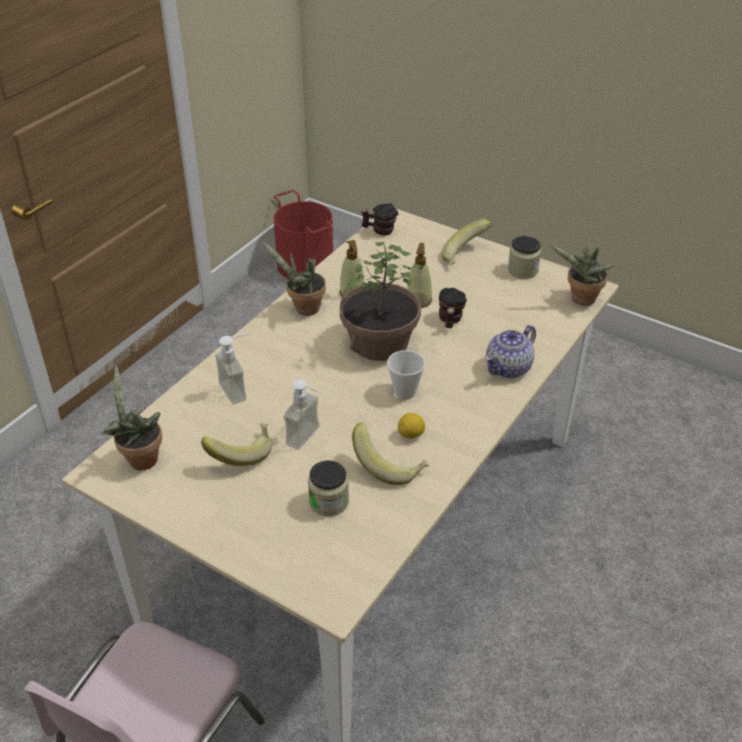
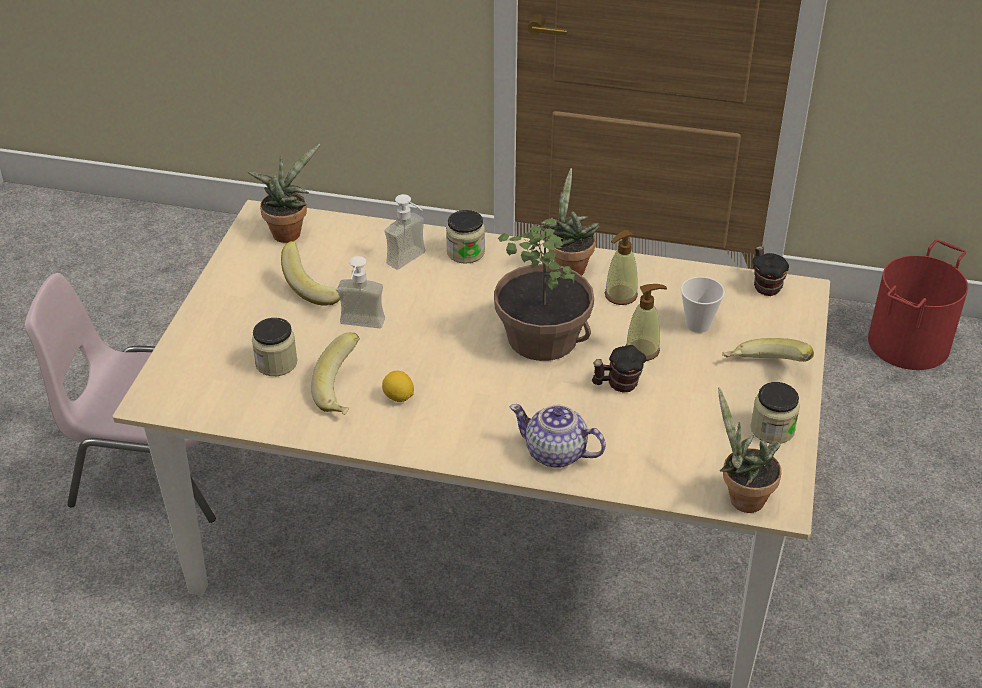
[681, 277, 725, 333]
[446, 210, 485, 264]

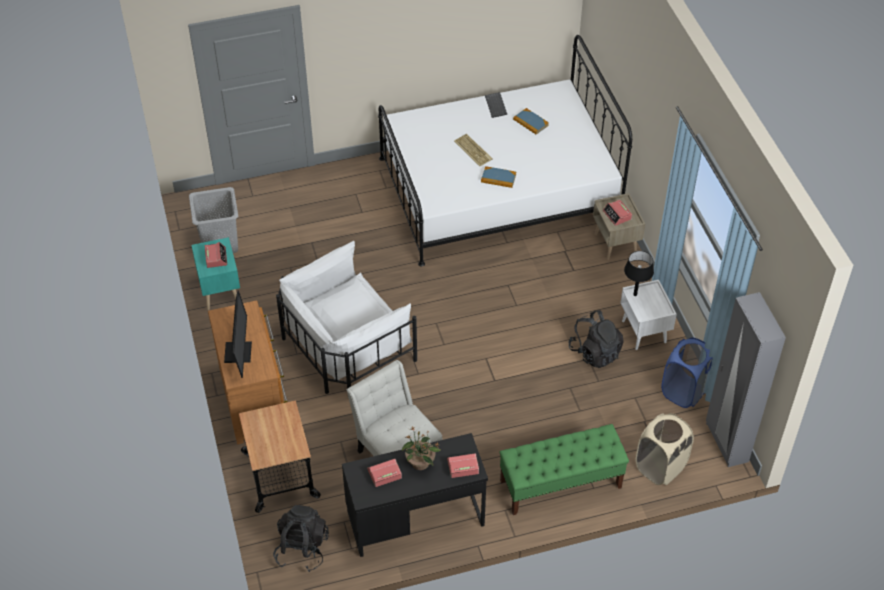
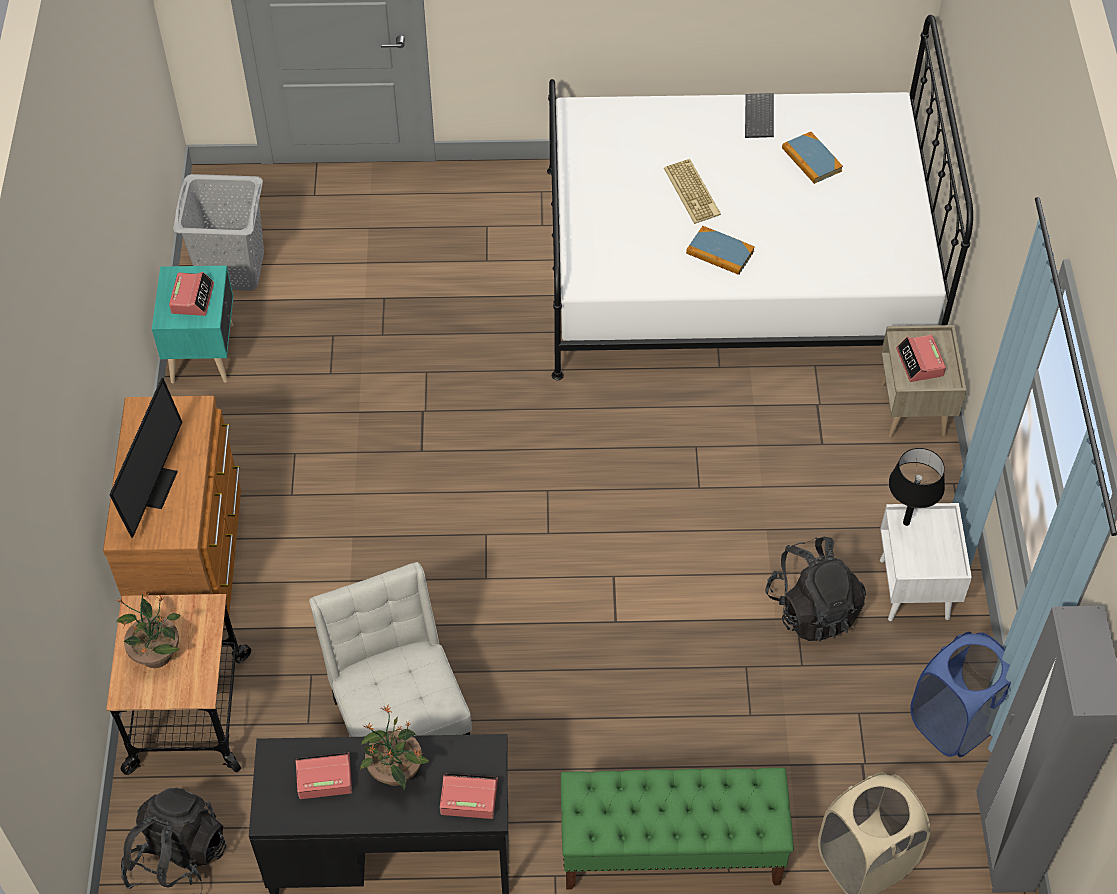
[276, 241, 417, 394] (first image)
[116, 591, 181, 668]

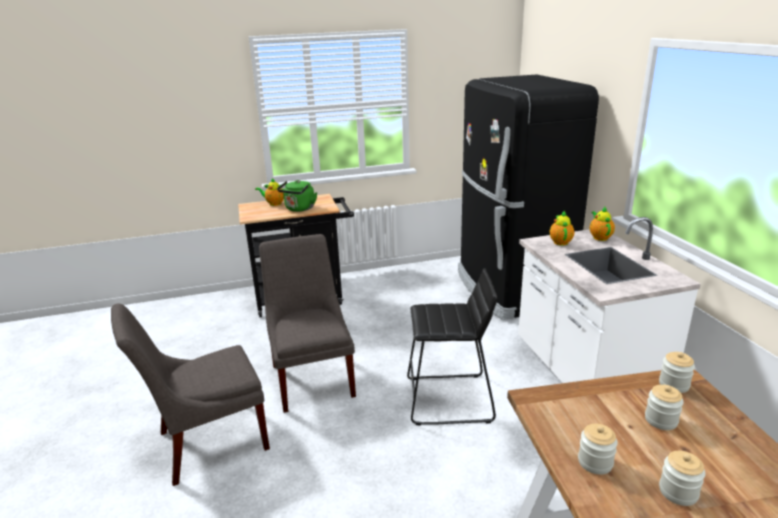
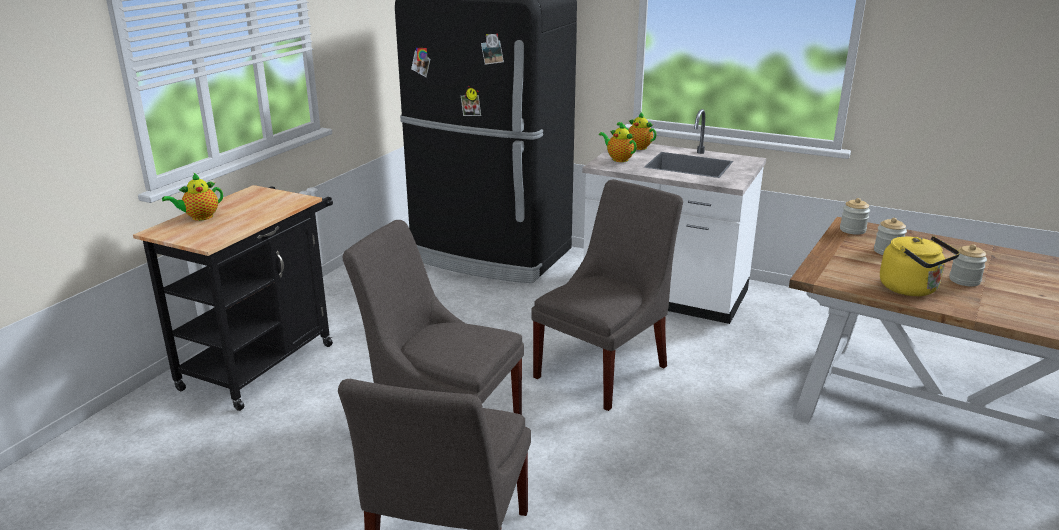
[277, 180, 317, 212] (first image)
[532, 179, 683, 411]
[880, 236, 960, 296]

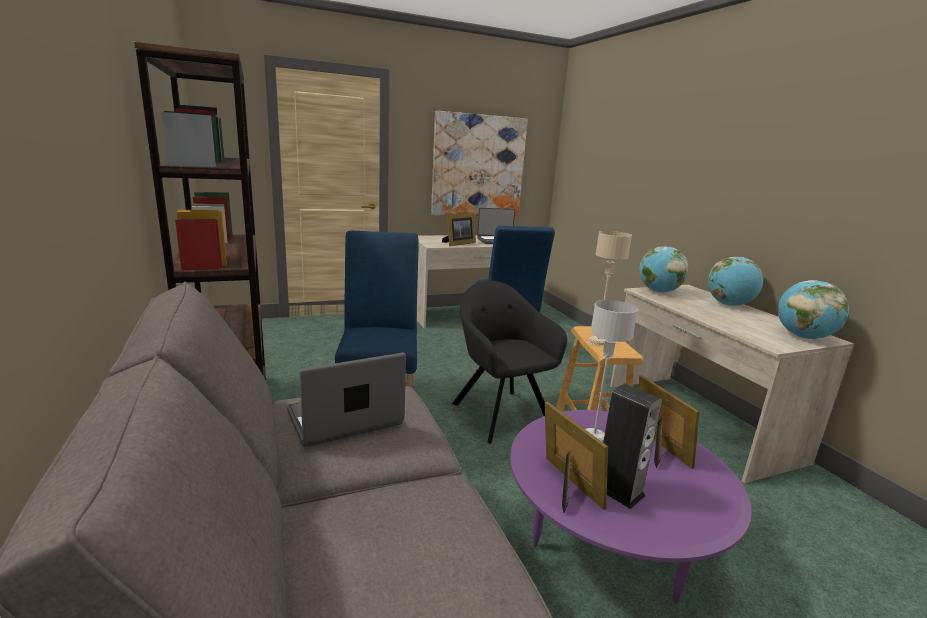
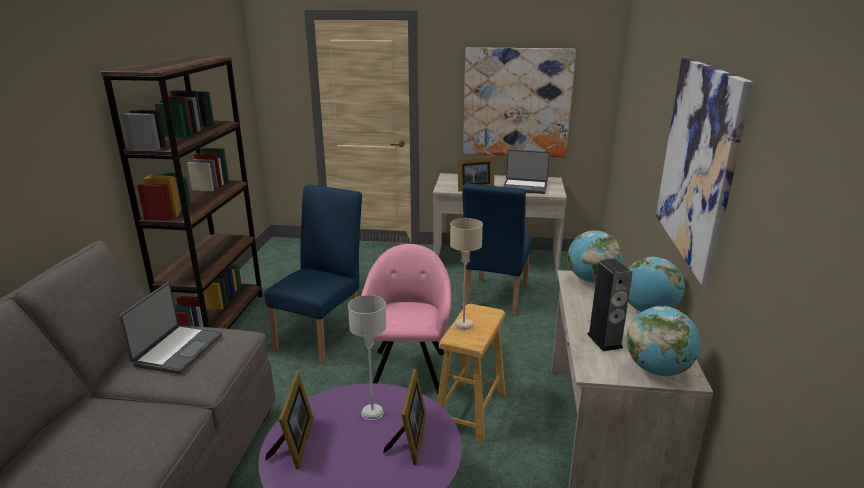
[119, 282, 222, 374]
[361, 244, 451, 395]
[587, 259, 632, 351]
[656, 58, 753, 286]

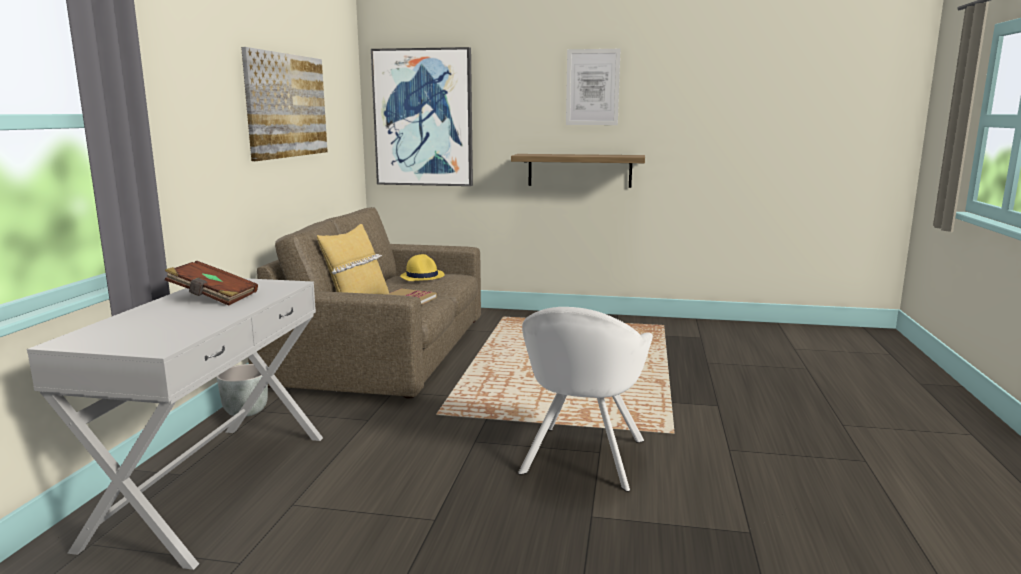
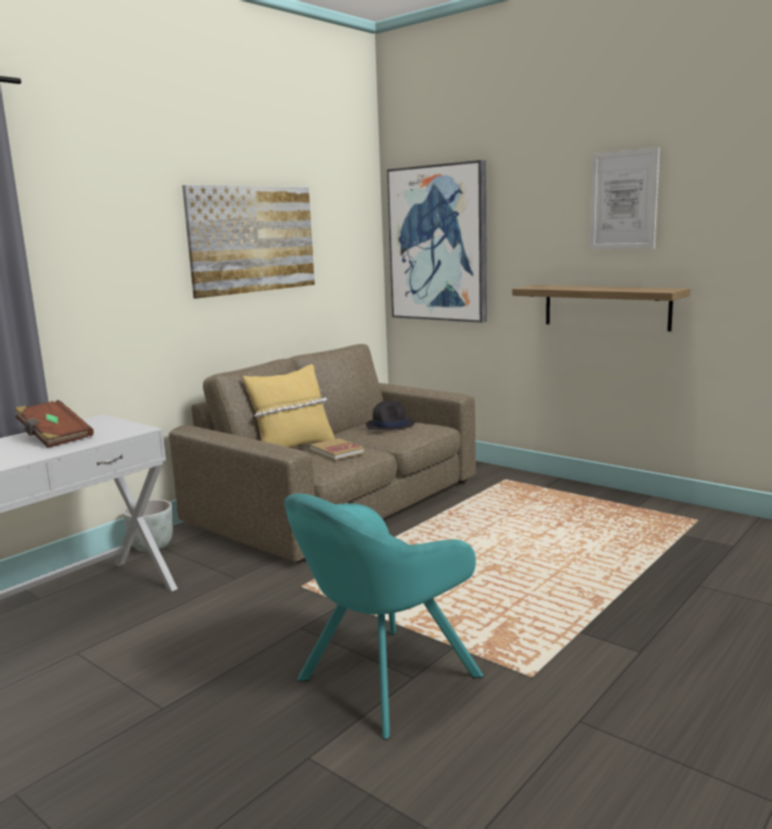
[366, 400, 415, 430]
[285, 493, 484, 740]

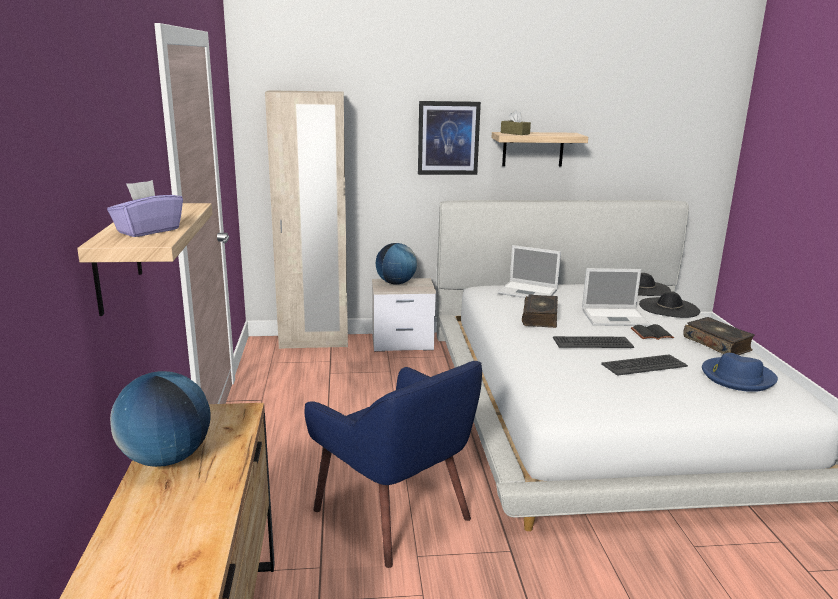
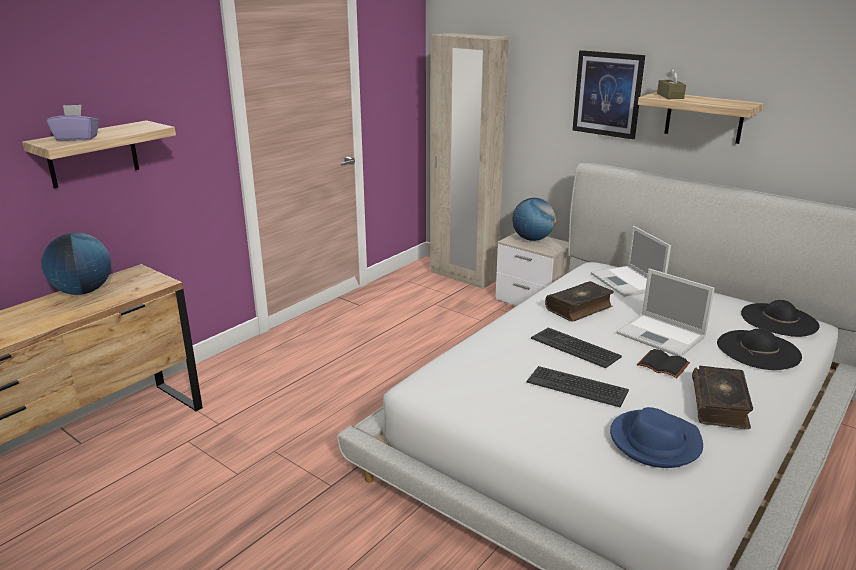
[305, 361, 482, 568] (first image)

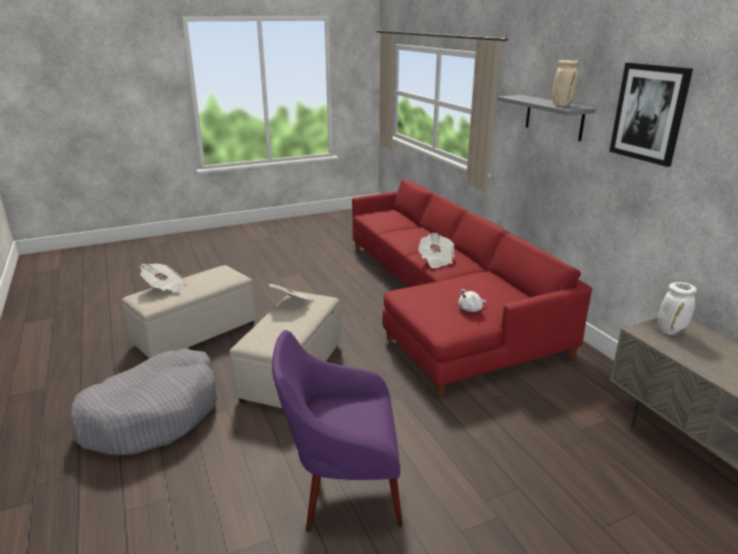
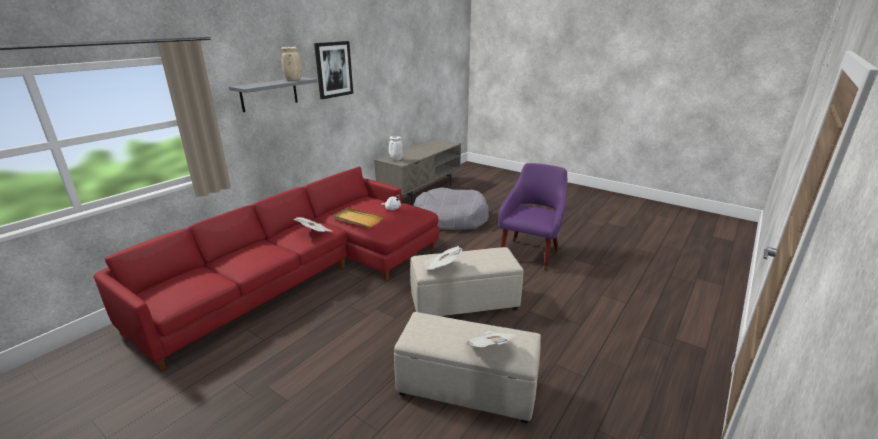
[414, 188, 489, 230]
[499, 163, 567, 271]
[333, 208, 383, 227]

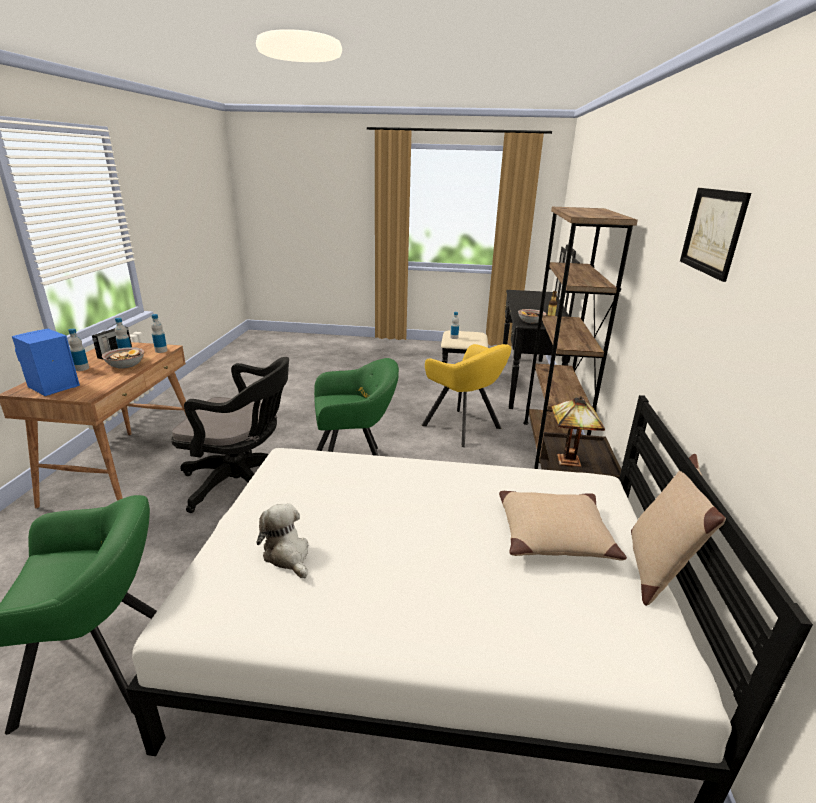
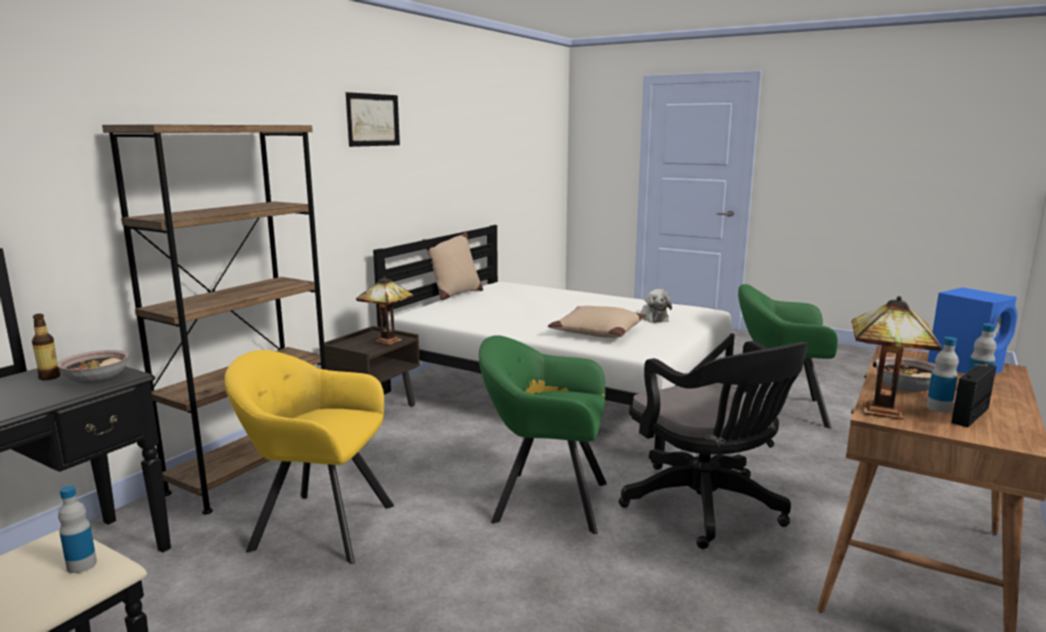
[852, 296, 942, 420]
[619, 341, 808, 549]
[224, 350, 394, 564]
[548, 306, 646, 338]

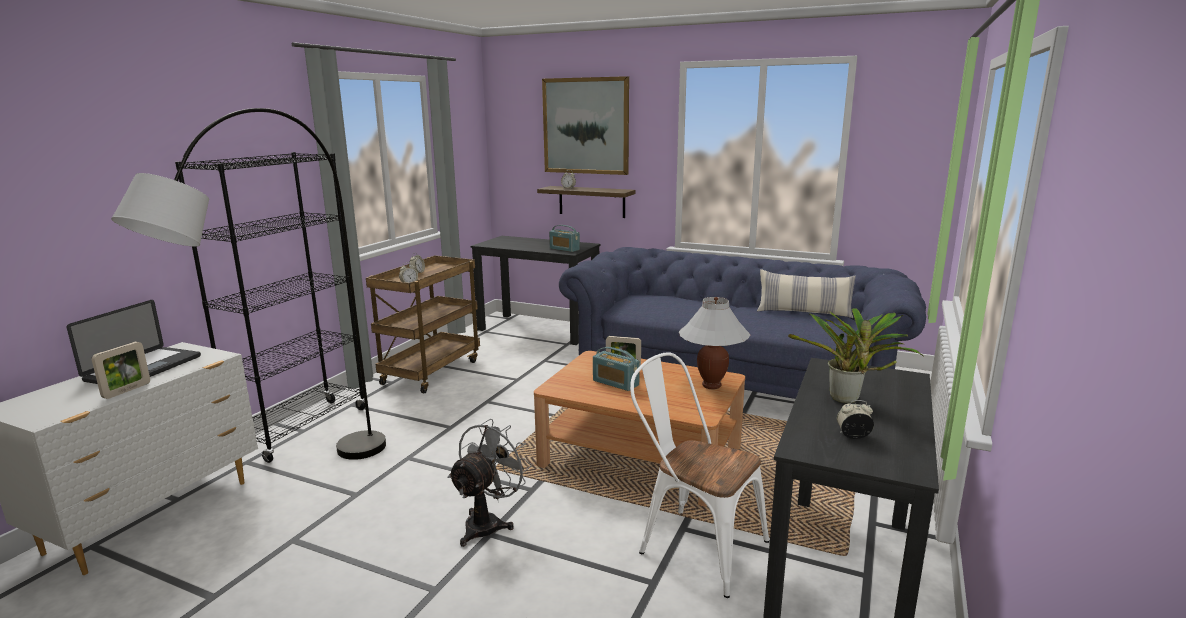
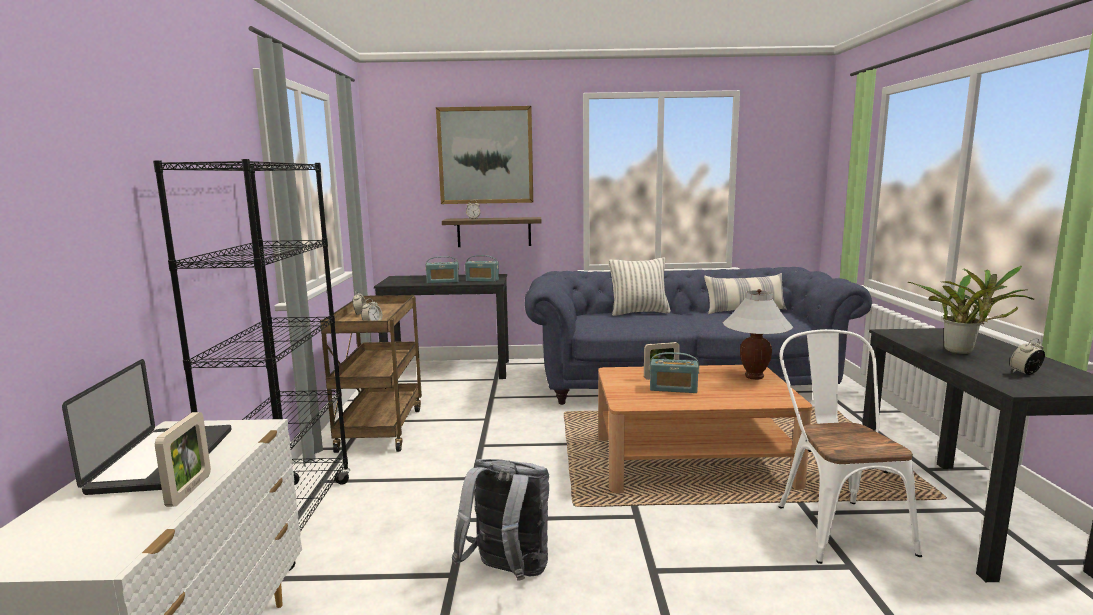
[111, 108, 386, 460] (first image)
[447, 418, 532, 547] (first image)
[779, 329, 922, 564]
[425, 256, 459, 283]
[452, 459, 549, 581]
[609, 257, 671, 316]

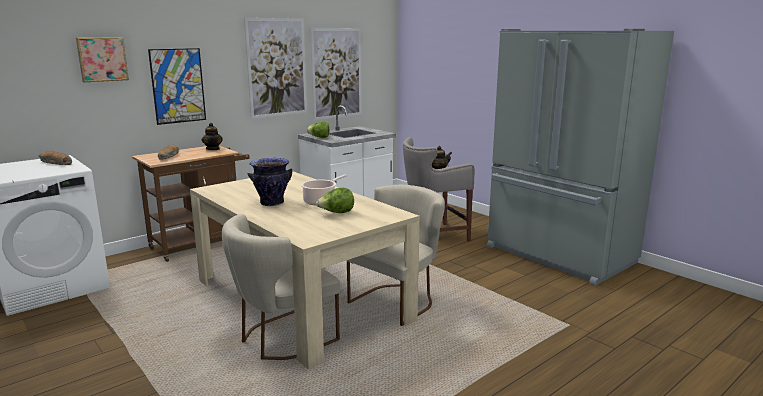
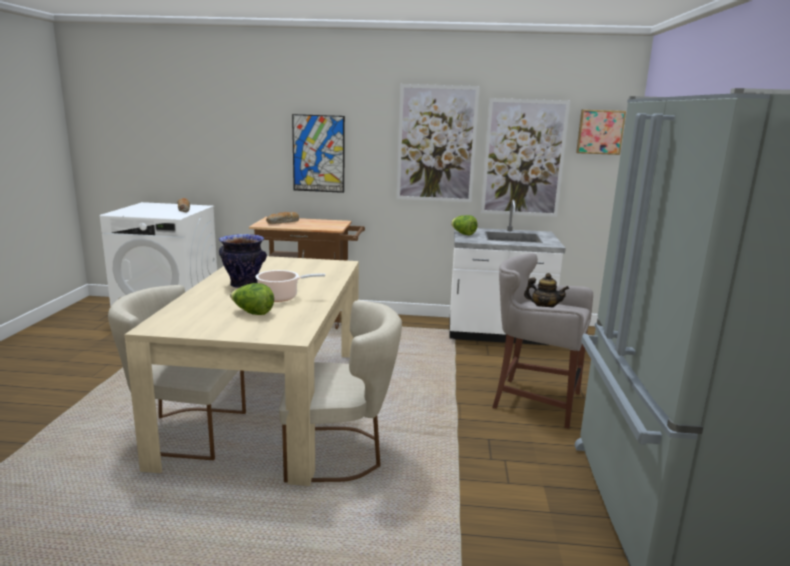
[576, 110, 626, 155]
[202, 123, 223, 150] (first image)

